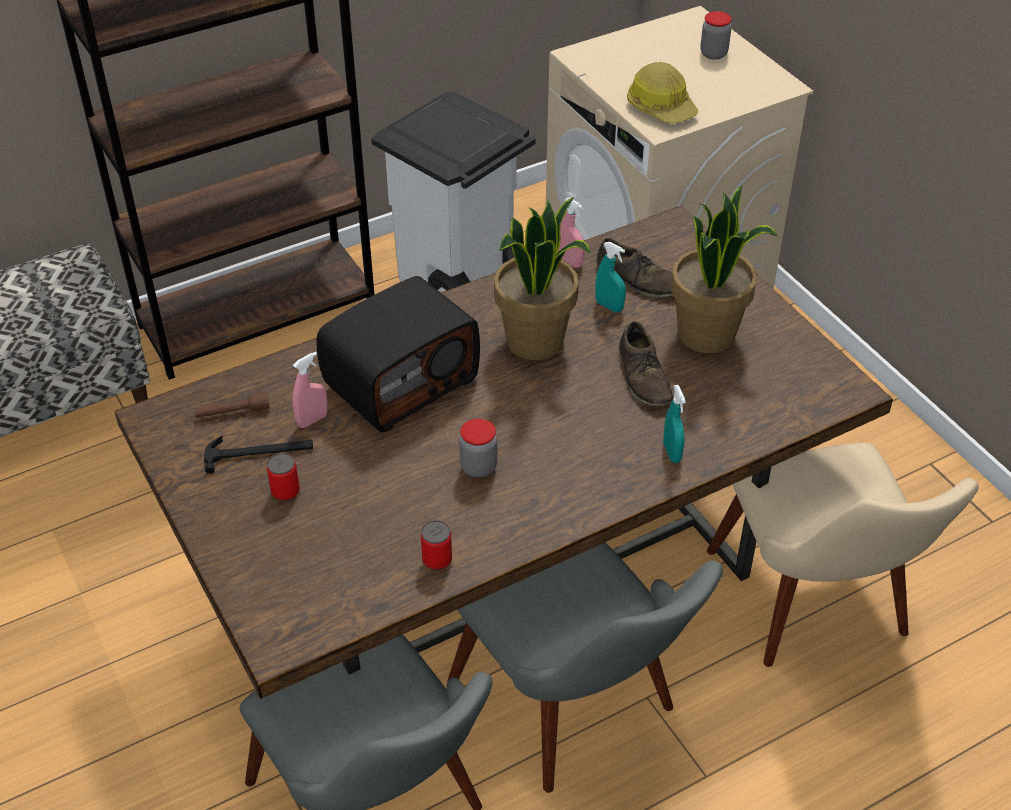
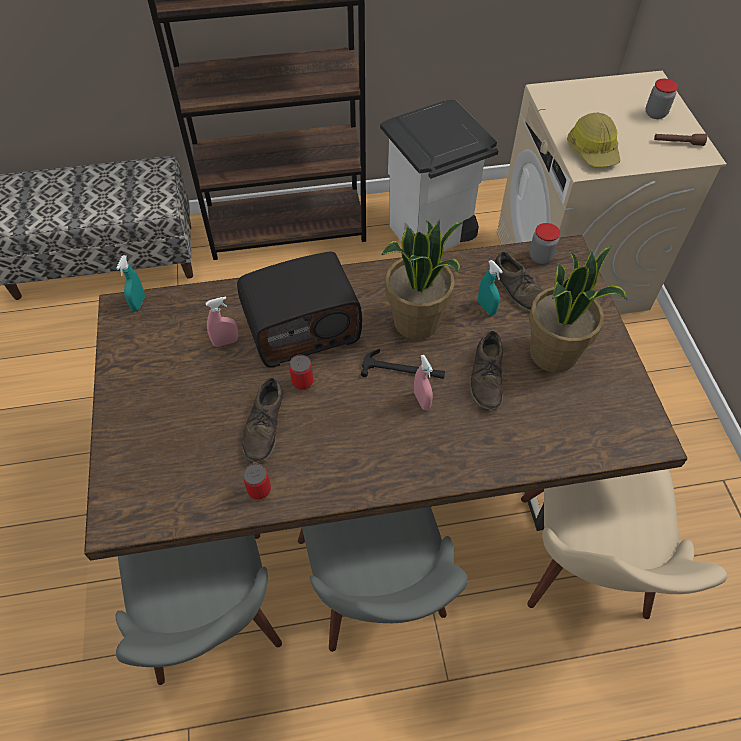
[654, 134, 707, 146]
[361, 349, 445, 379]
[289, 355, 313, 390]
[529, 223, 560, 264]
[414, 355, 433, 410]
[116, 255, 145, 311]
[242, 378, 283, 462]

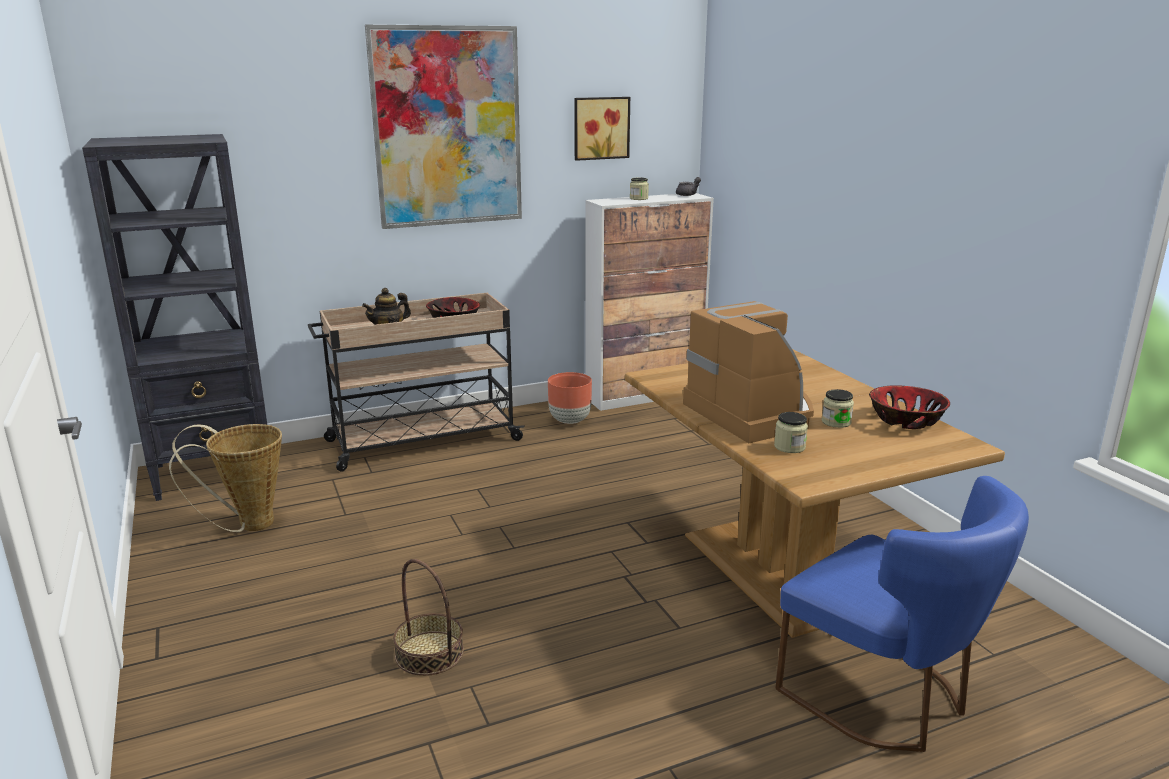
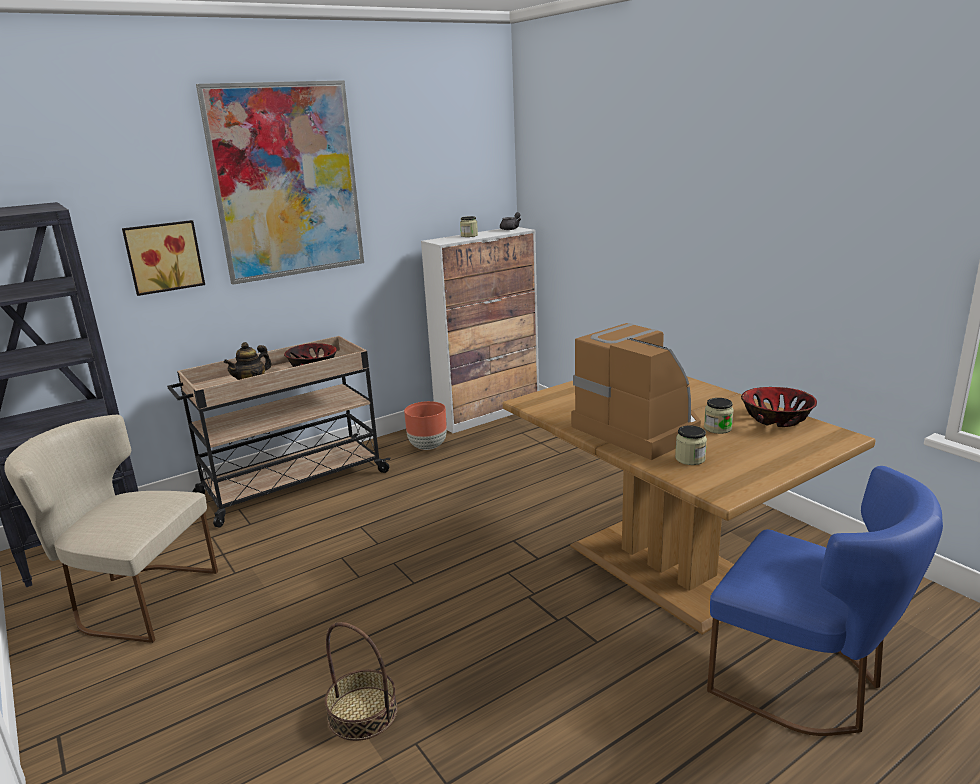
[4, 415, 218, 643]
[122, 220, 205, 296]

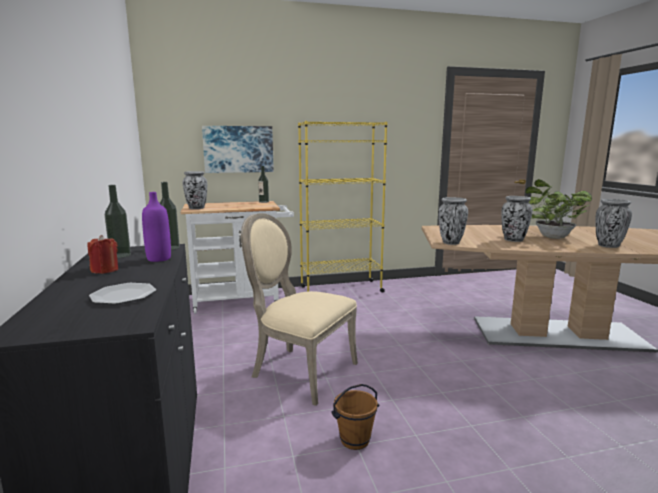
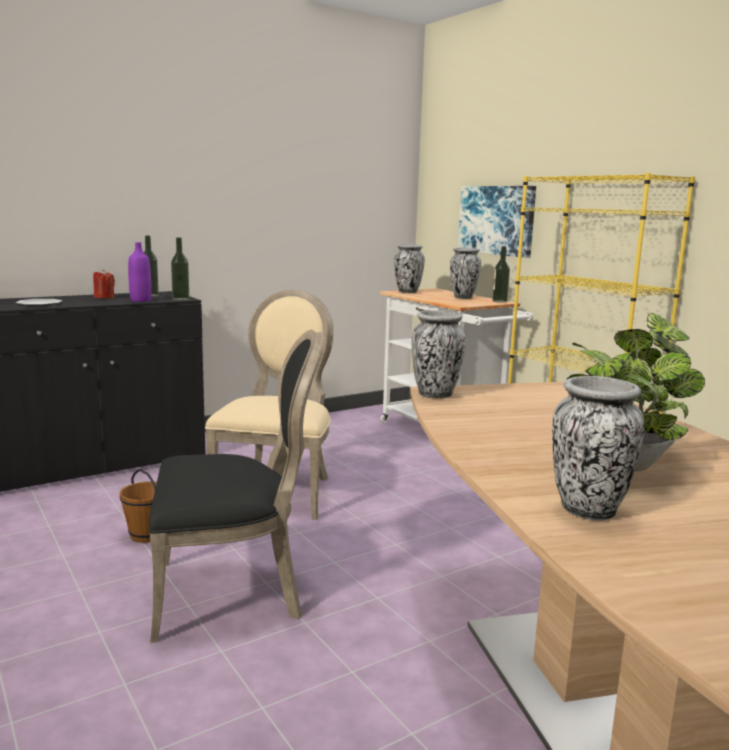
[450, 248, 481, 299]
[149, 330, 325, 643]

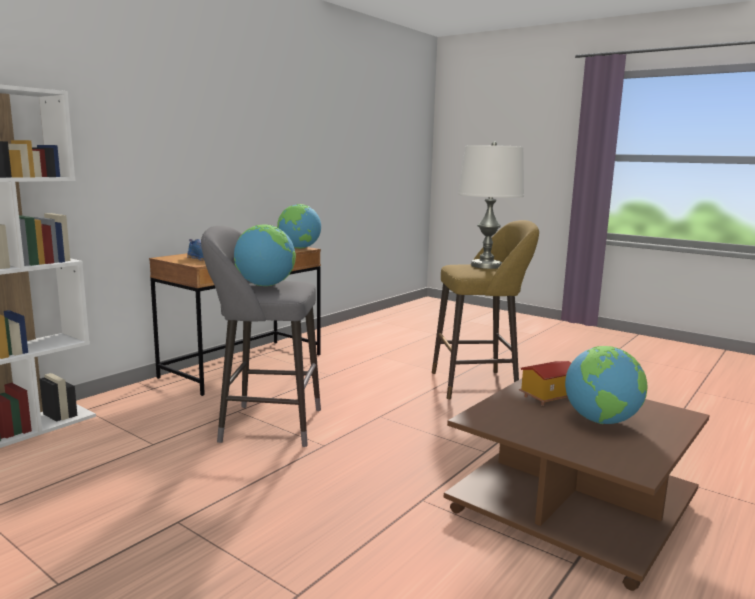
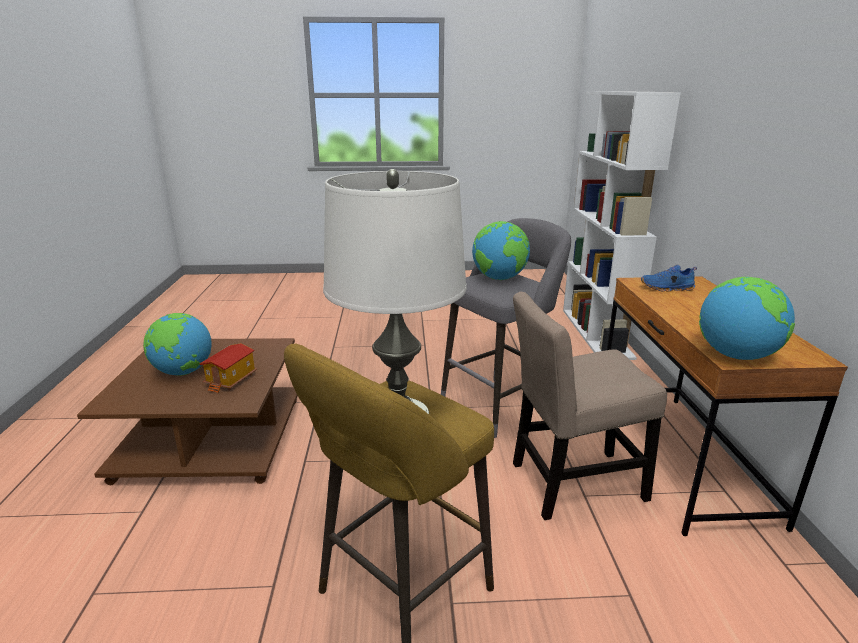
[513, 292, 667, 520]

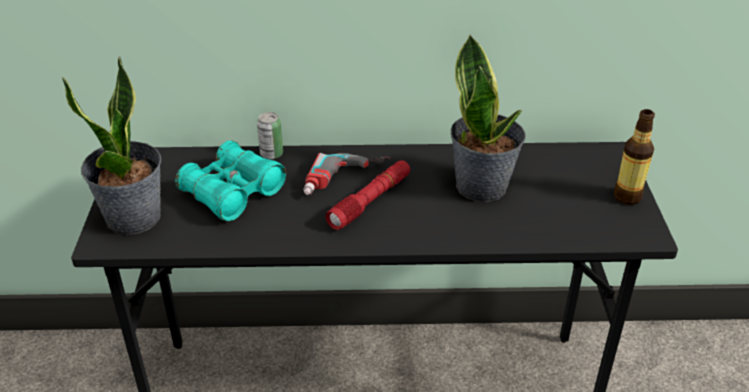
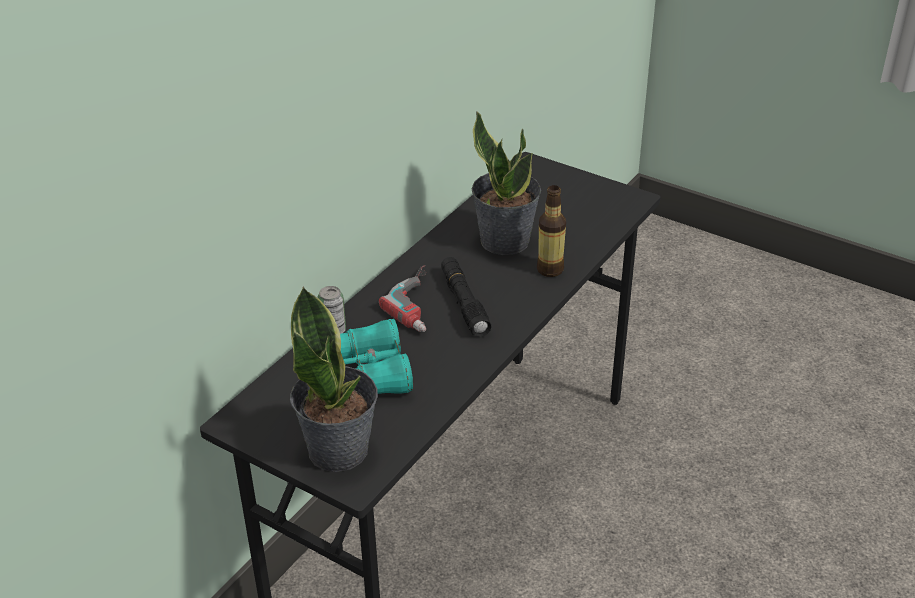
[441, 257, 491, 337]
[537, 185, 566, 277]

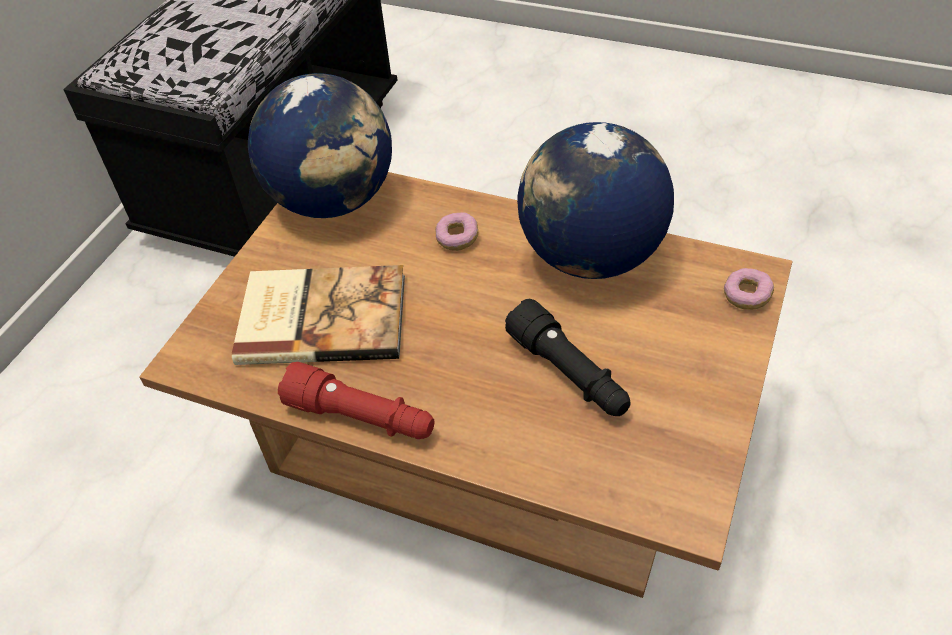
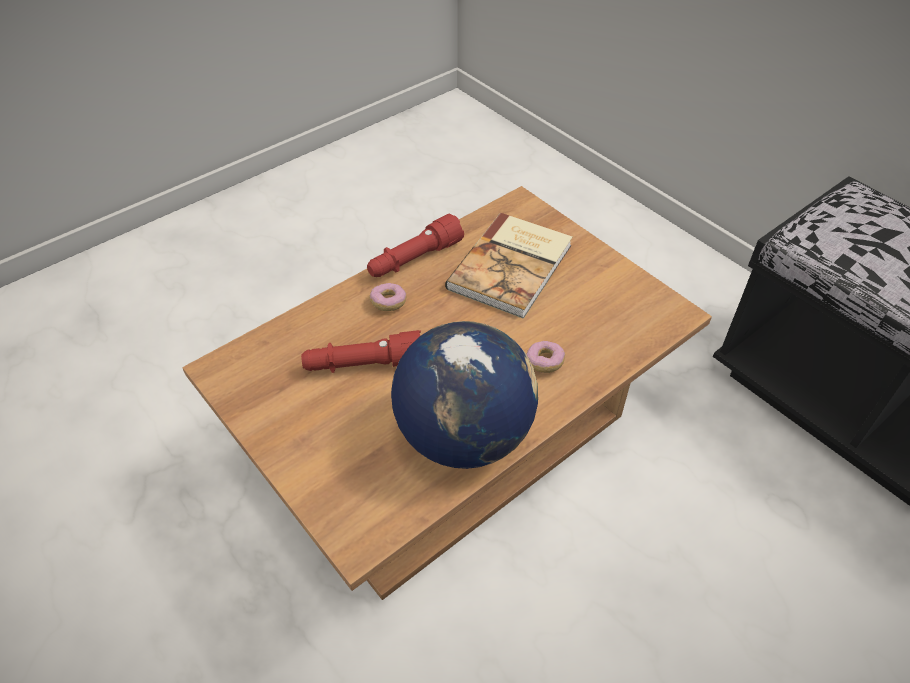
[248, 73, 392, 218] (first image)
[301, 330, 421, 373]
[370, 283, 406, 311]

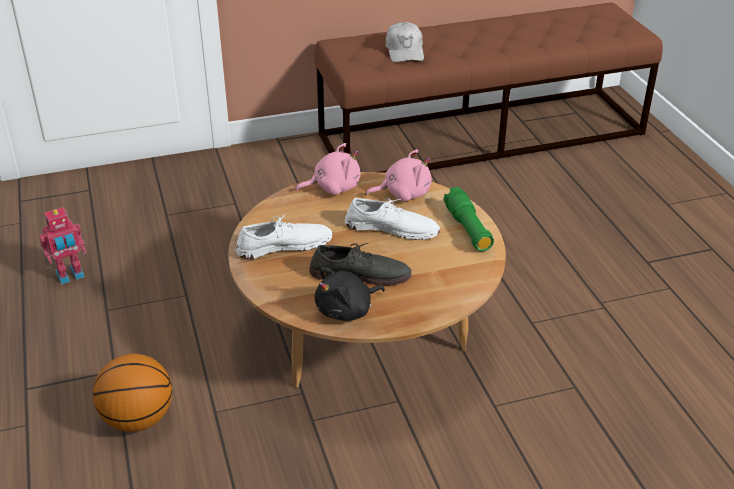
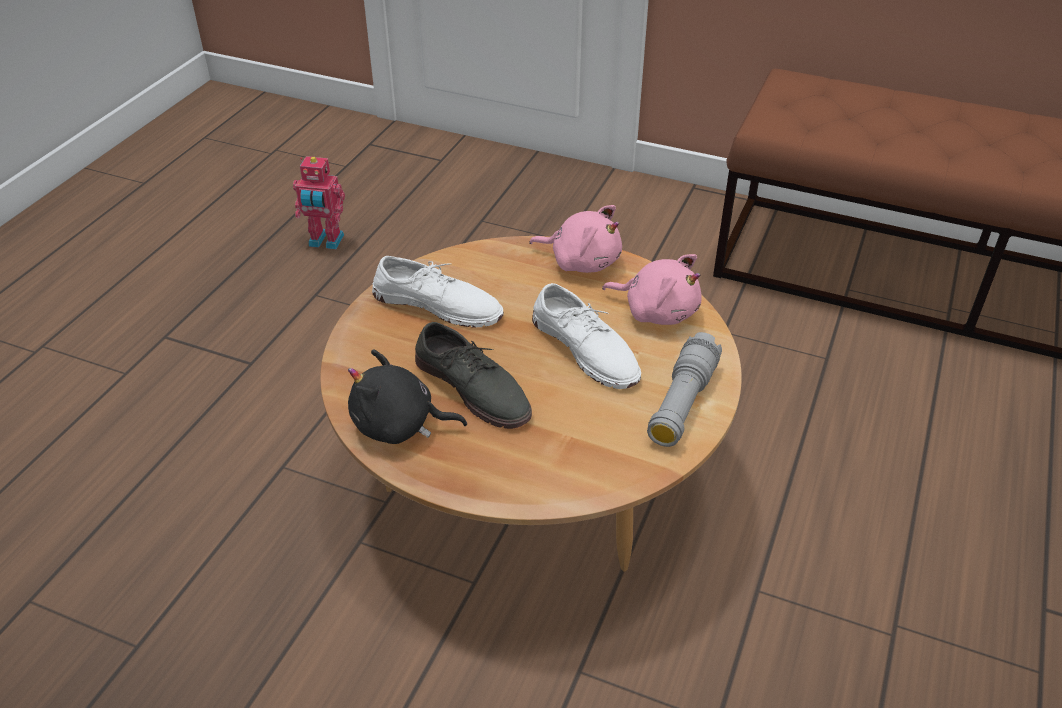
[93, 354, 172, 432] (first image)
[385, 22, 424, 62] (first image)
[647, 332, 722, 447]

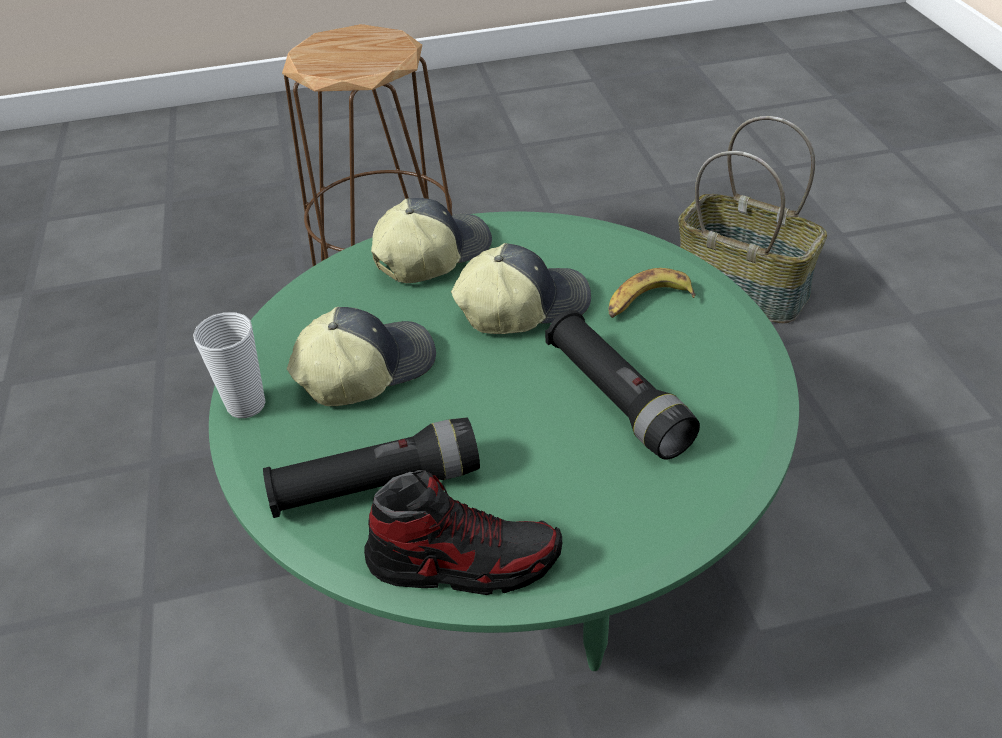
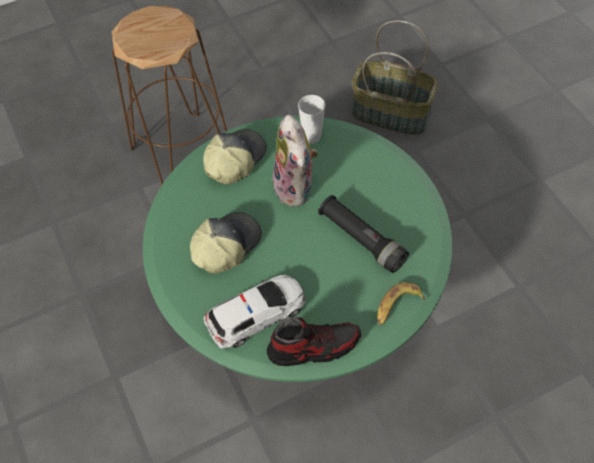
[298, 95, 325, 144]
[203, 275, 306, 349]
[273, 114, 318, 207]
[377, 282, 425, 326]

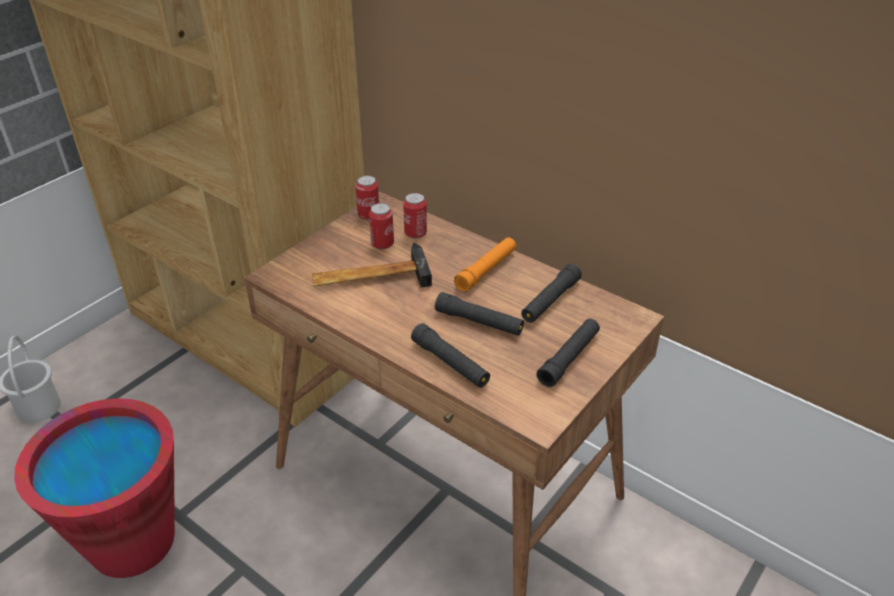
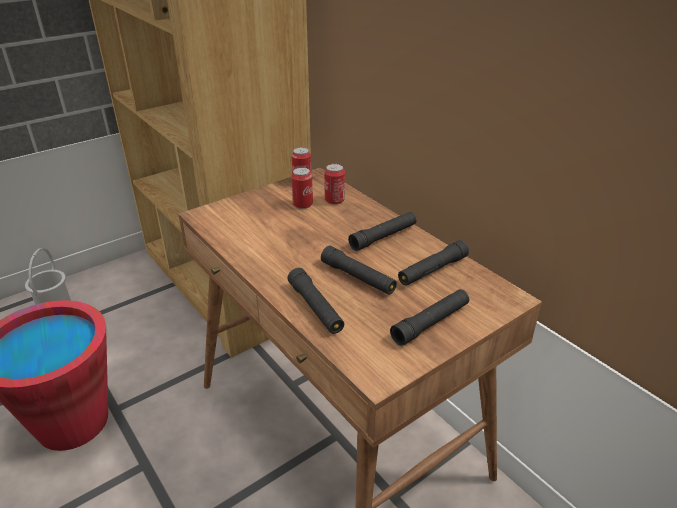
[312, 243, 432, 288] (first image)
[348, 212, 417, 251]

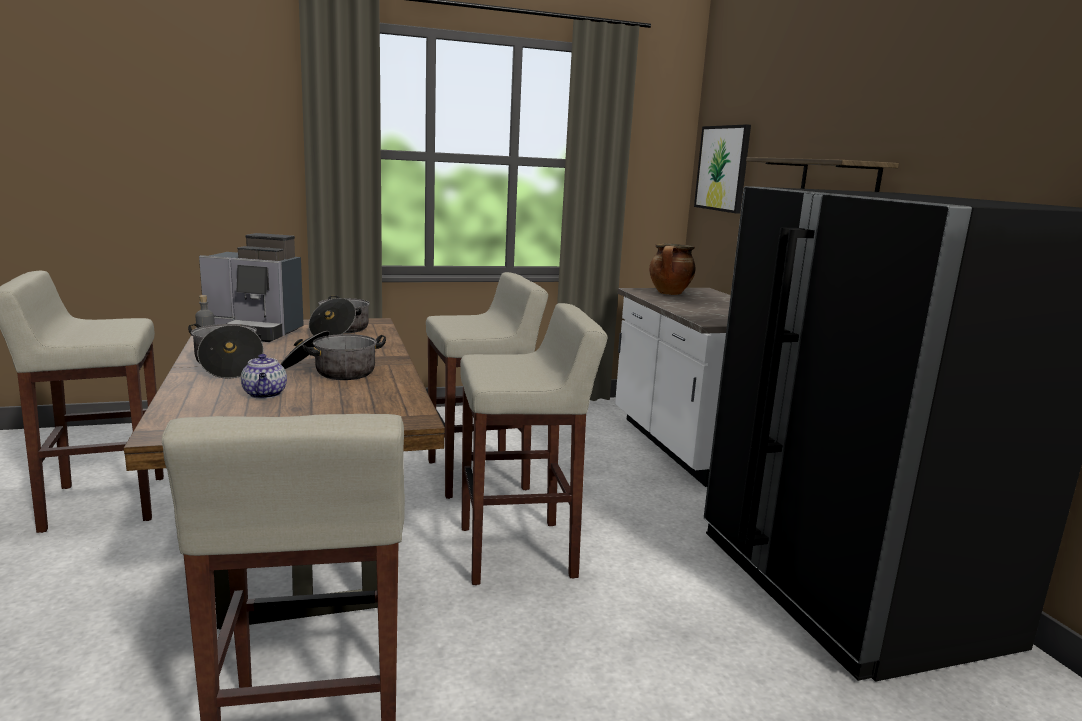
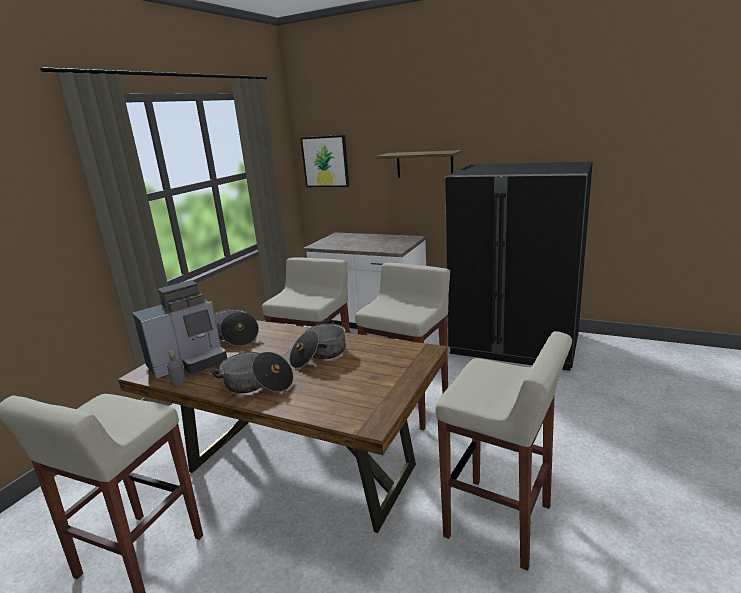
[241, 354, 287, 399] (first image)
[649, 243, 695, 295] (first image)

